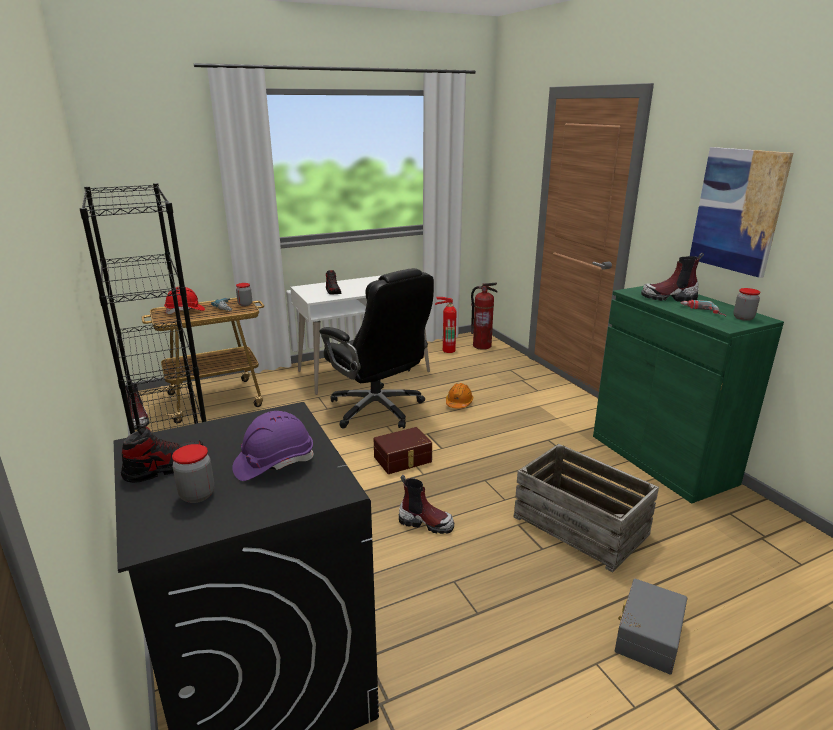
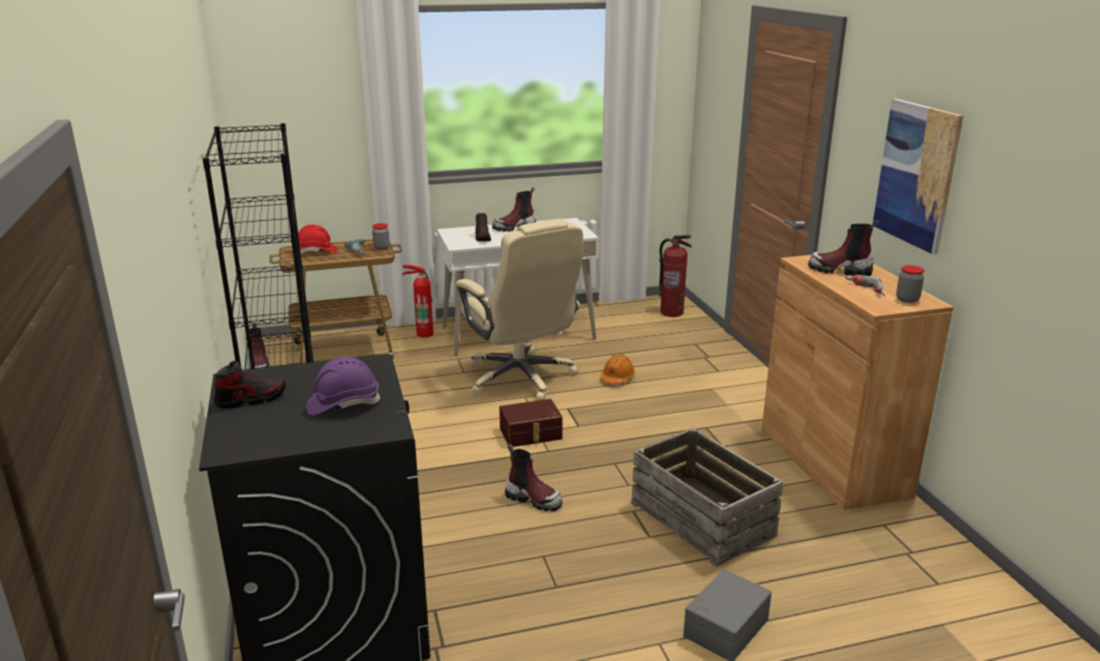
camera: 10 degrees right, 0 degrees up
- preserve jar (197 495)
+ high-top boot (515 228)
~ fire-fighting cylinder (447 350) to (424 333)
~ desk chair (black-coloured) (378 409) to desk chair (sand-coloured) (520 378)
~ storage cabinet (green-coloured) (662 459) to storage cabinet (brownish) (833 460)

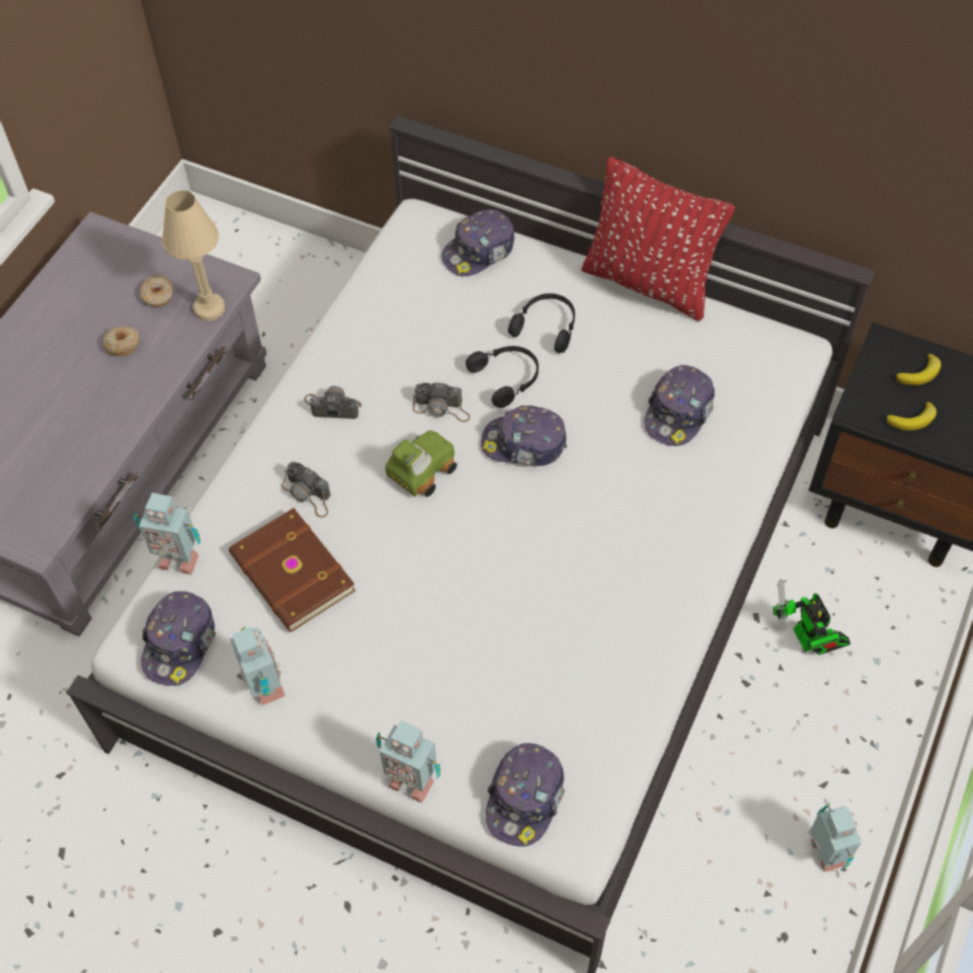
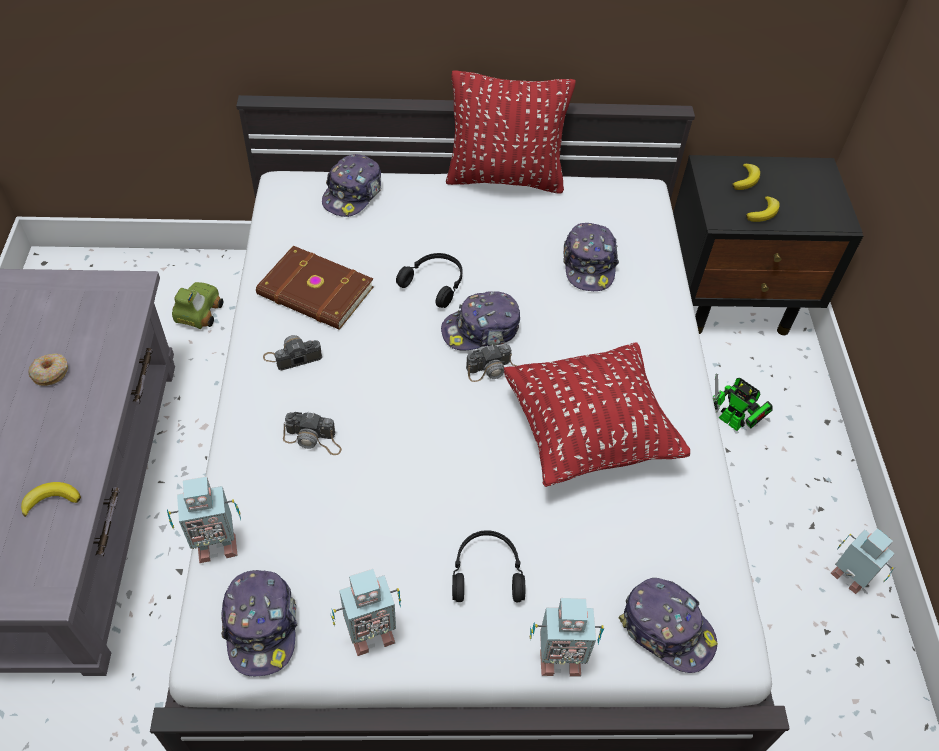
camera: 30 degrees left, 5 degrees down
- donut (158 296)
- lamp for a table (sand-coloured) (209 308)
+ banana (51 499)
+ cushion (reddish) (588 434)
~ book (brownish) (291 574) to (315 293)
~ toy car (420 470) to (198 312)
~ still camera (442 408) to (495 370)
~ pair of headphones (black-coloured) (547 326) to (487 572)
~ robot figure (264 688) = (369 635) 120 degrees clockwise
~ baseball cap (525 798) = (667 629) 45 degrees counterclockwise

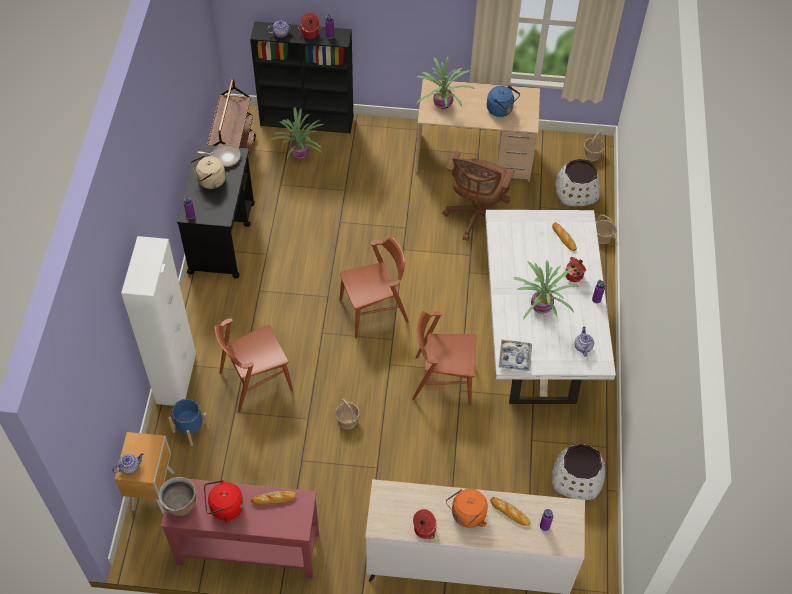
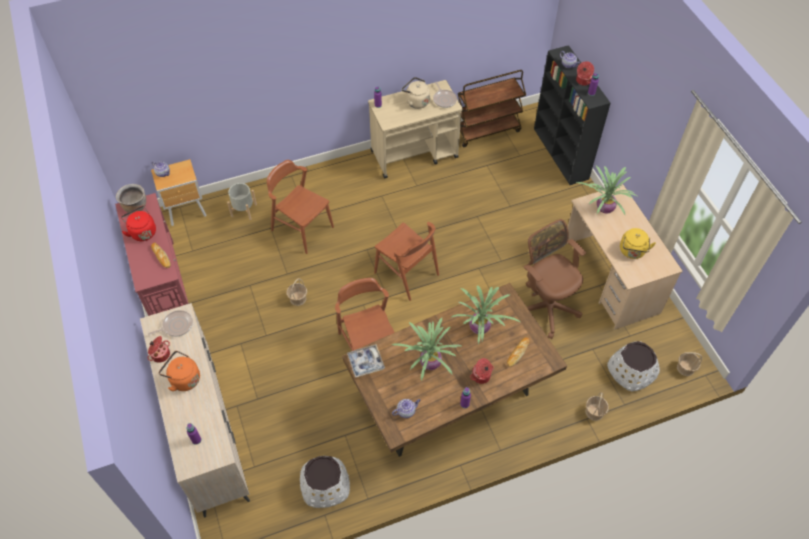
camera: 65 degrees right, 0 degrees up
- storage cabinet (whitish) (176 378)
- bread (510 512)
+ frying pan (176 325)
~ potted plant (300 154) to (480 328)
~ flower pot (blue) (191 429) to flower pot (grey) (244 210)
~ wheeled cart (black-coloured) (222 237) to wheeled cart (sand-coloured) (415 154)
~ dinner table (whitish) (536 337) to dinner table (brownish) (450 399)
~ kettle (blue) (501 110) to kettle (yellow) (632 252)
~ desk chair (brownish) (476 217) = (546 305) 60 degrees clockwise

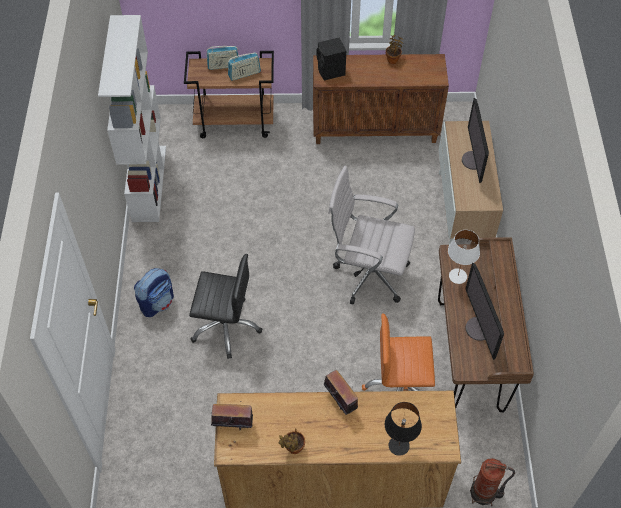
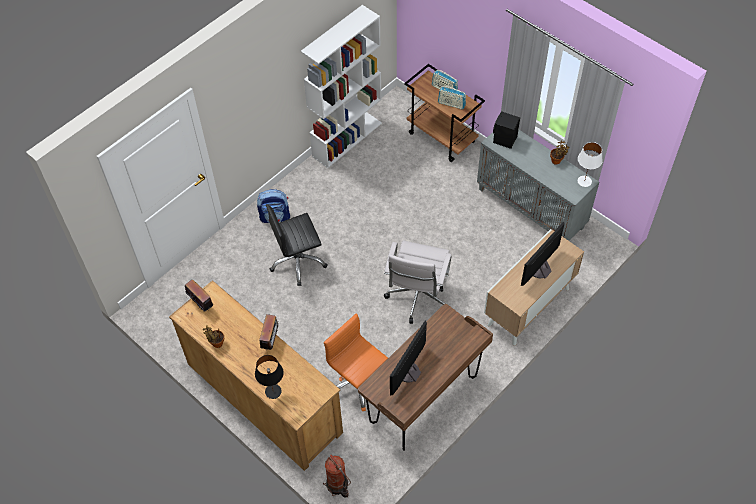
camera: 45 degrees right, 0 degrees up
~ lamp for a table (whitish) (457 276) to (584 181)
~ storage cabinet (brownish) (375 129) to storage cabinet (grey) (531 208)
~ desk chair (black-coloured) (226 326) = (298 261) 105 degrees clockwise
~ desk chair (whitish) (367 274) = (417 298) 135 degrees counterclockwise

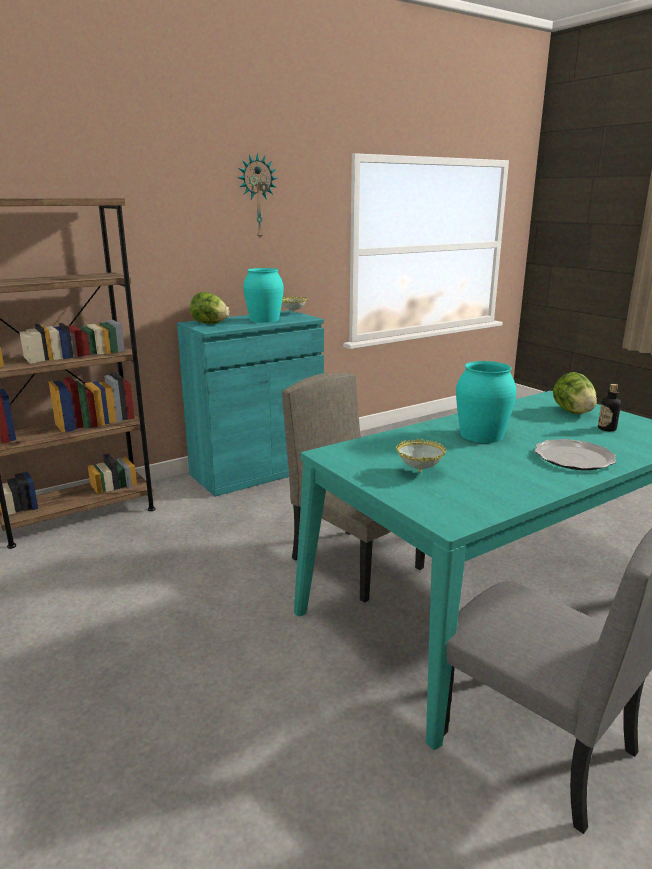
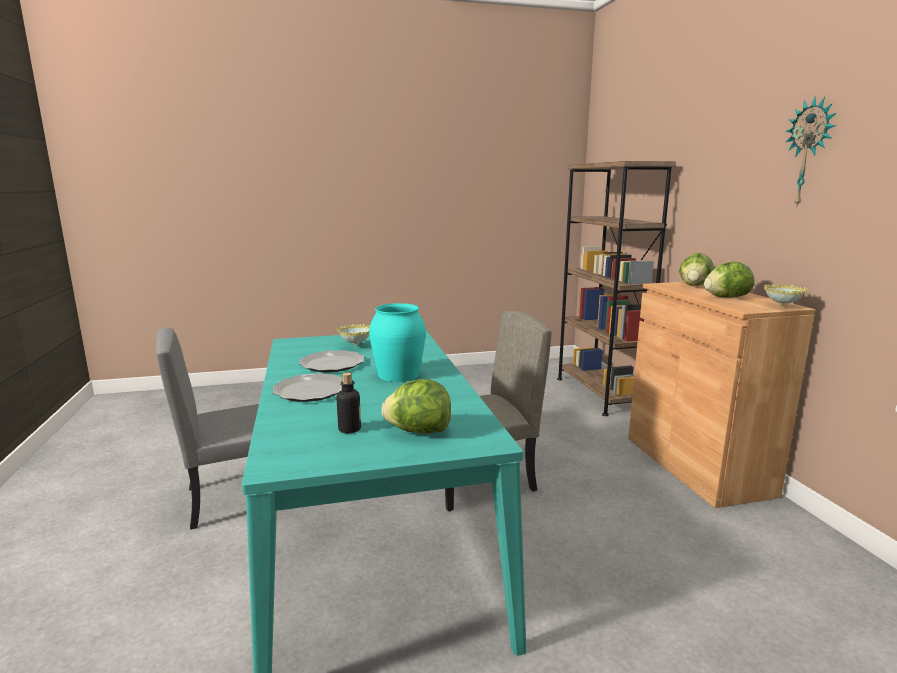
camera: 110 degrees right, 5 degrees down
+ dinner plate (332 364)
~ vase (turquoise) (264 319) to lettuce head (726 297)
~ storage cabinet (turquoise) (257 470) to storage cabinet (brownish) (696 465)

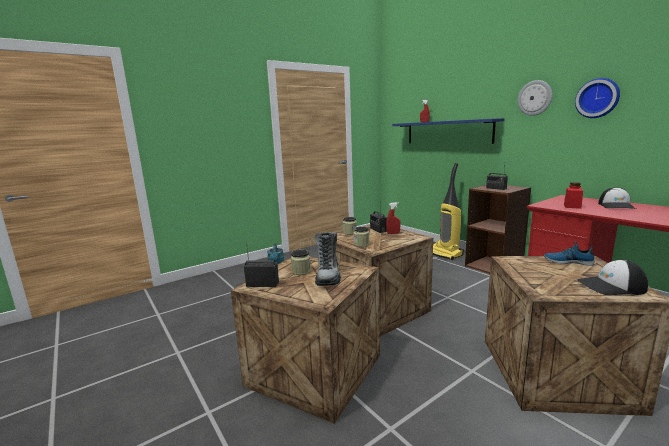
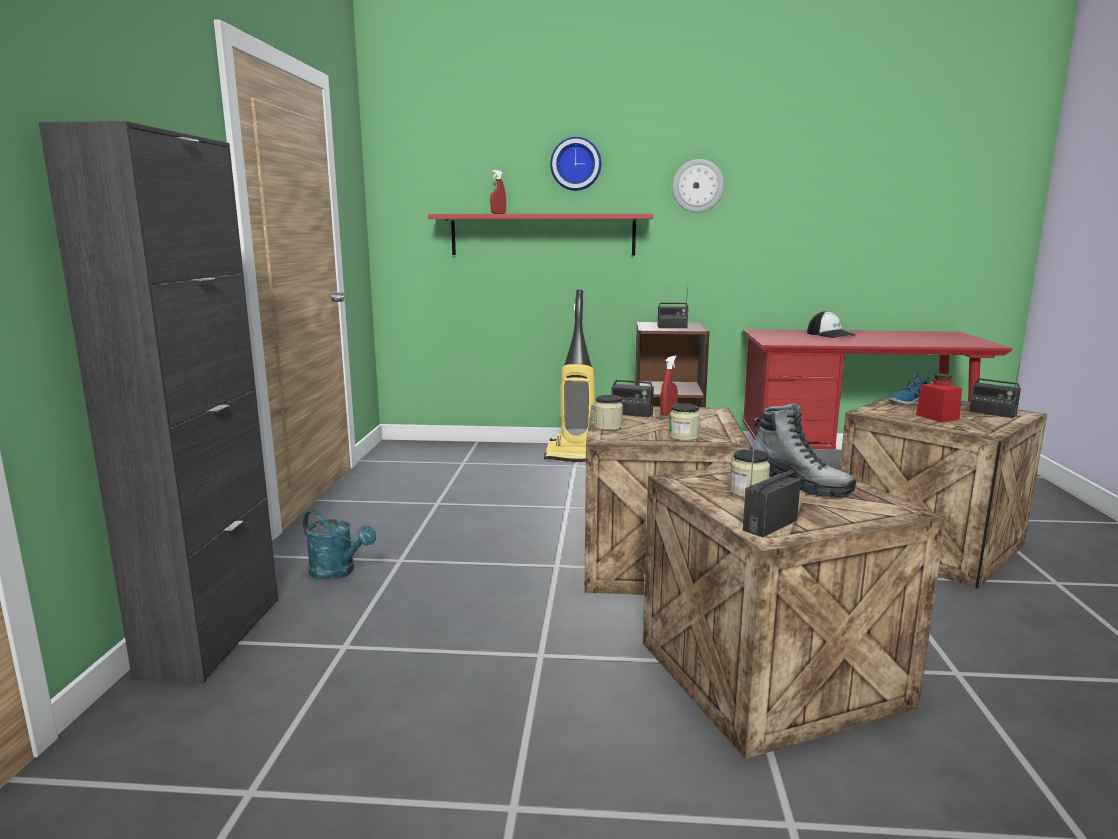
camera: 50 degrees left, 0 degrees up
+ storage cabinet (black-coloured) (212 636)
~ preserve jar (reddish) (572 206) to (937 417)
~ clock on the wall (598 98) to (576 164)
~ baseball cap (611 286) to radio receiver (992 413)
~ bracket shelf (blue) (447 132) to bracket shelf (reddish) (542 234)

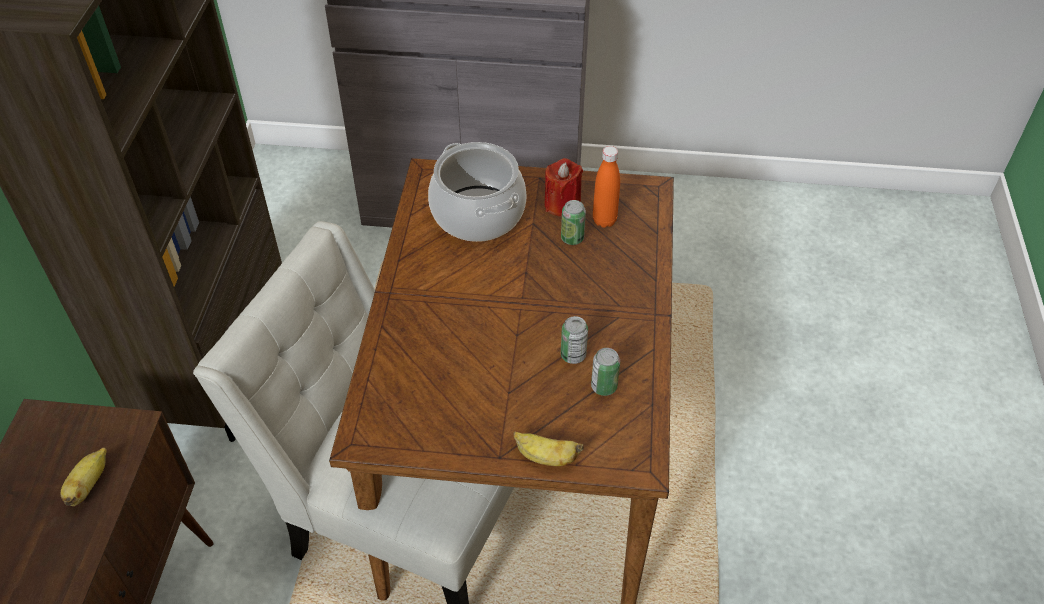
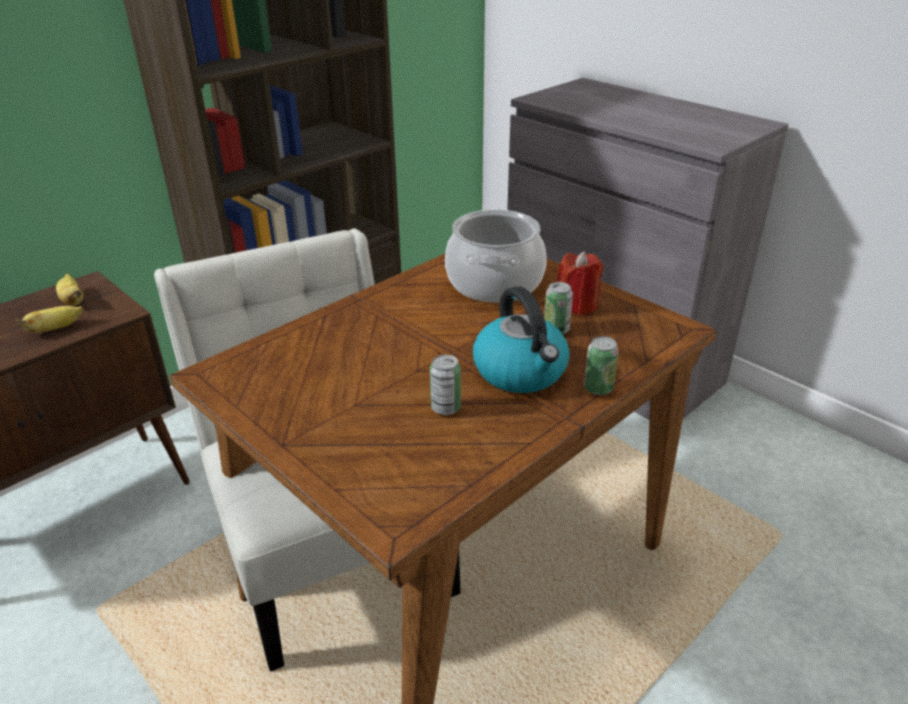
camera: 40 degrees right, 15 degrees down
- beverage bottle (orange) (604 220)
+ kettle (521 372)
~ banana (545 457) to (73 301)
~ metal can (604 386) to (598 388)

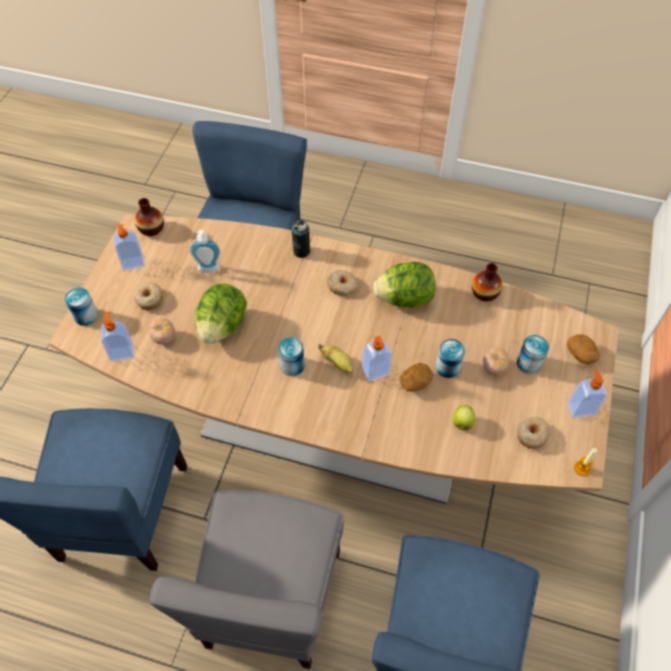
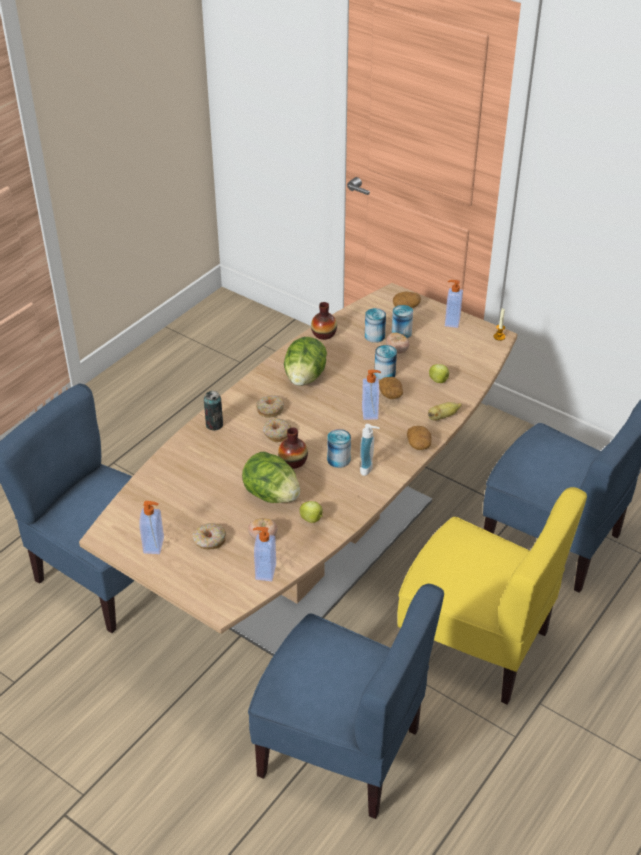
camera: 70 degrees left, 15 degrees down
+ apple fruit (312 519)
+ potato (419 444)
~ metal can (86 315) to (374 336)
~ vase (151 228) to (293 461)
~ soap bottle (209 270) to (369 468)
~ banana (338 363) to (442 417)
~ donut (531 435) to (277 434)
~ chair (grey) (271 598) to chair (yellow) (475 644)

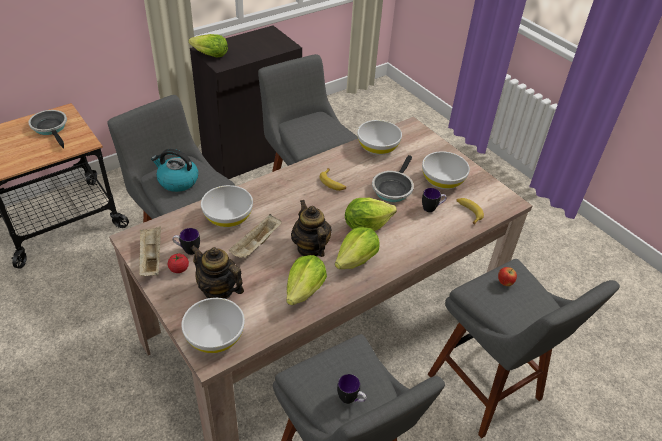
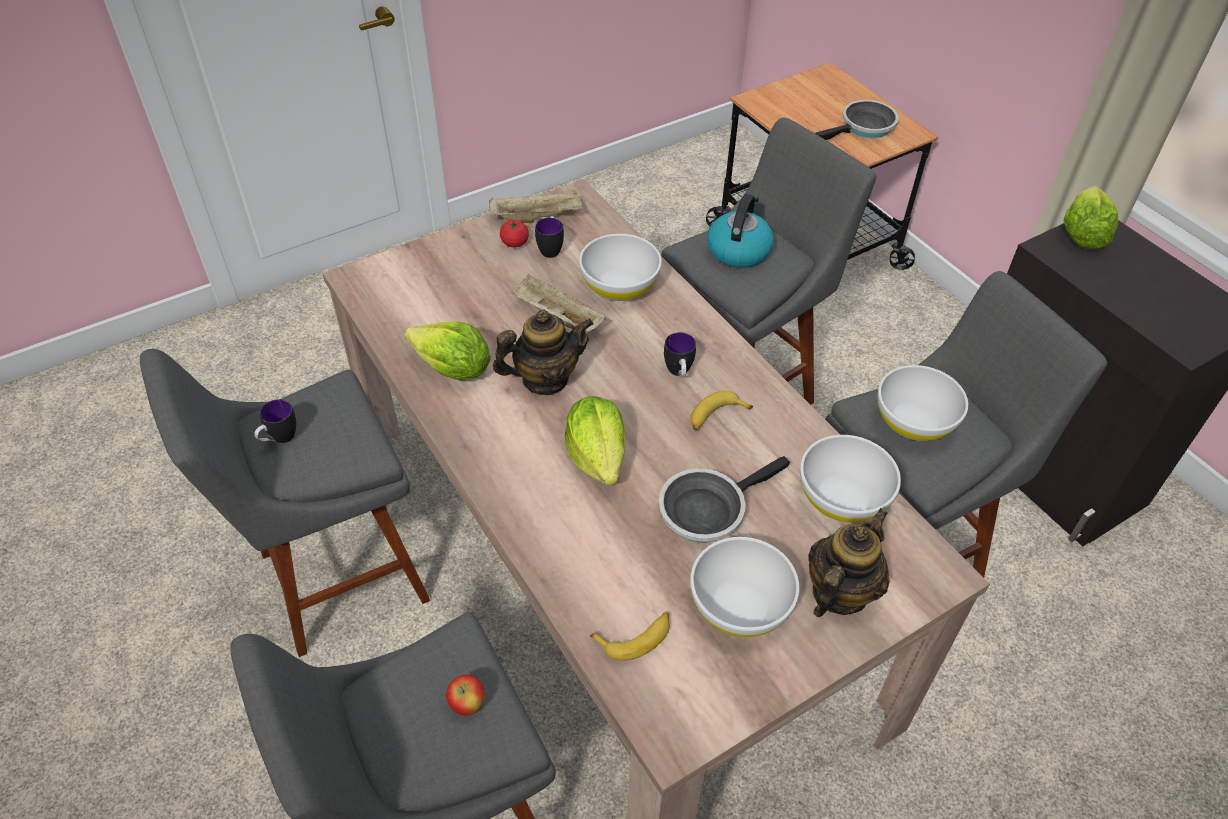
camera: 95 degrees right, 5 degrees up
- lettuce head (356 260)
~ bowl (whitish) (215 337) to (914 421)
~ pot for tea (218 290) to (839 592)
~ mug (432 208) to (679 373)
~ frying pan (392 188) = (707 509) 60 degrees counterclockwise

